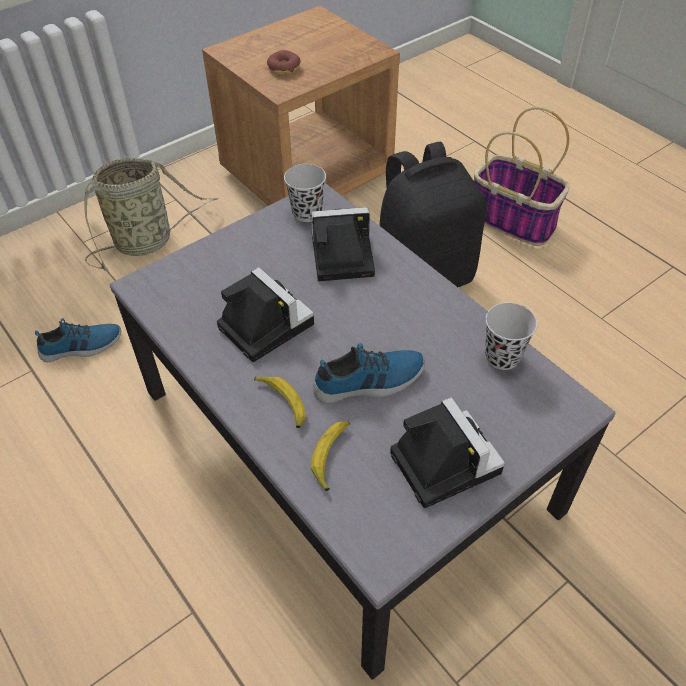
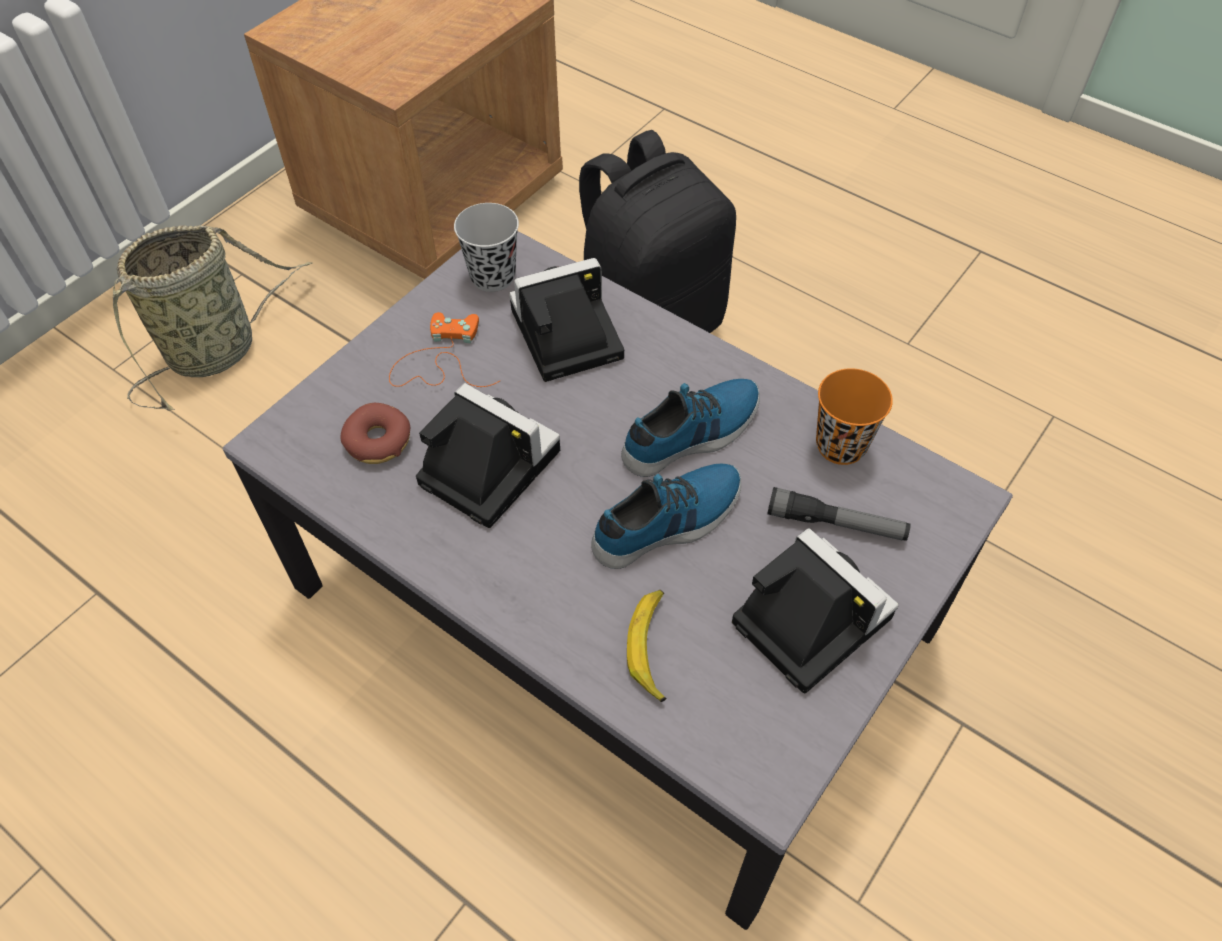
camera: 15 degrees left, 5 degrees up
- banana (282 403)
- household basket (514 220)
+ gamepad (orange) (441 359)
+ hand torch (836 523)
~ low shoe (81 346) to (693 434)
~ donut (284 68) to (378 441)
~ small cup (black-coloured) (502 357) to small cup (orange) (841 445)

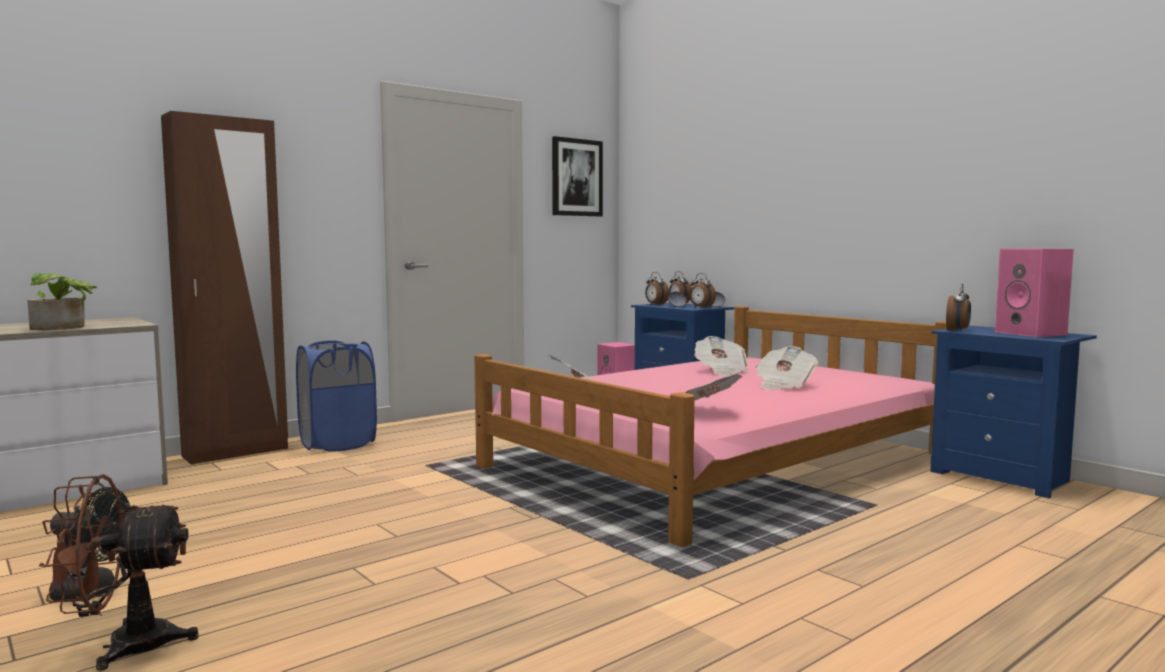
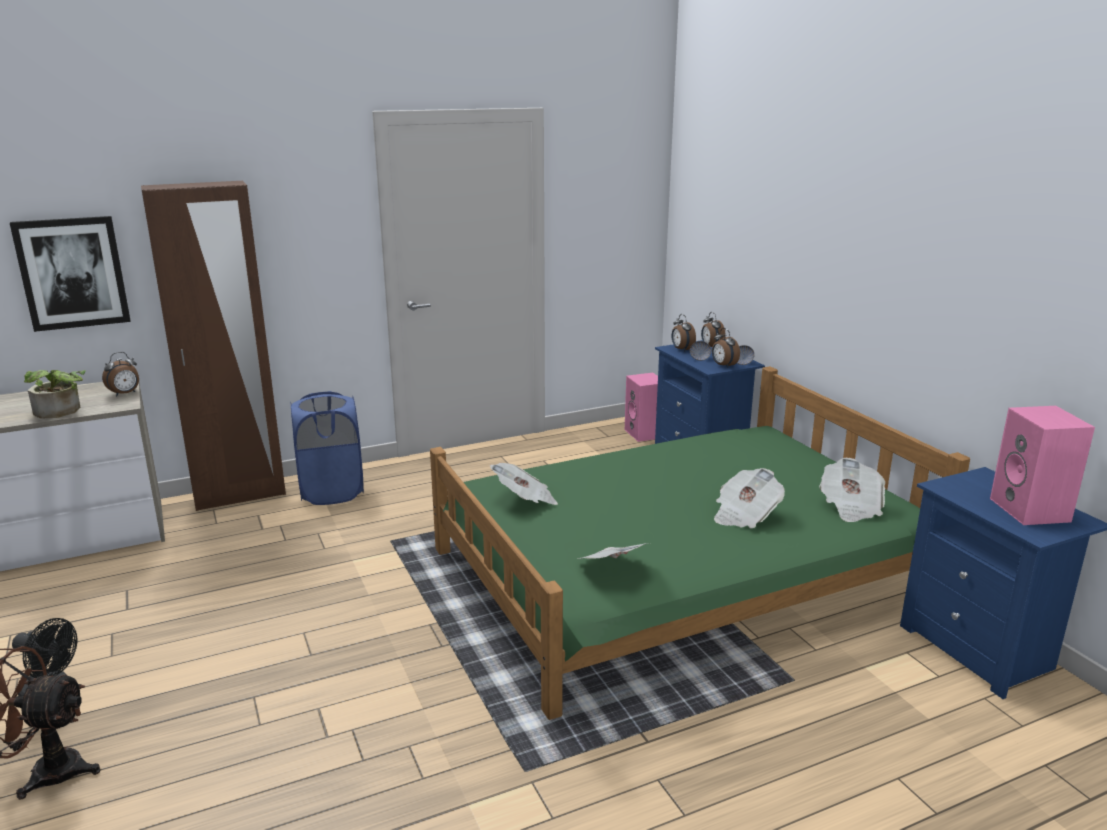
camera: 15 degrees right, 15 degrees up
~ wall art (576 177) to (72 273)
~ newspaper (720 371) to (850 507)
~ bedside clock (958 331) to (125 394)
~ sleeping bed (pink) (717 461) to sleeping bed (green-coloured) (677 572)

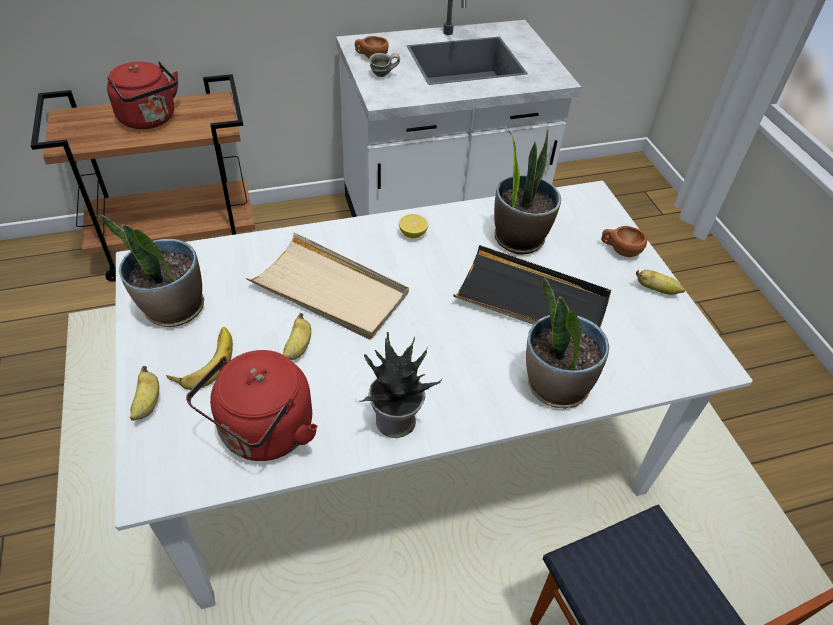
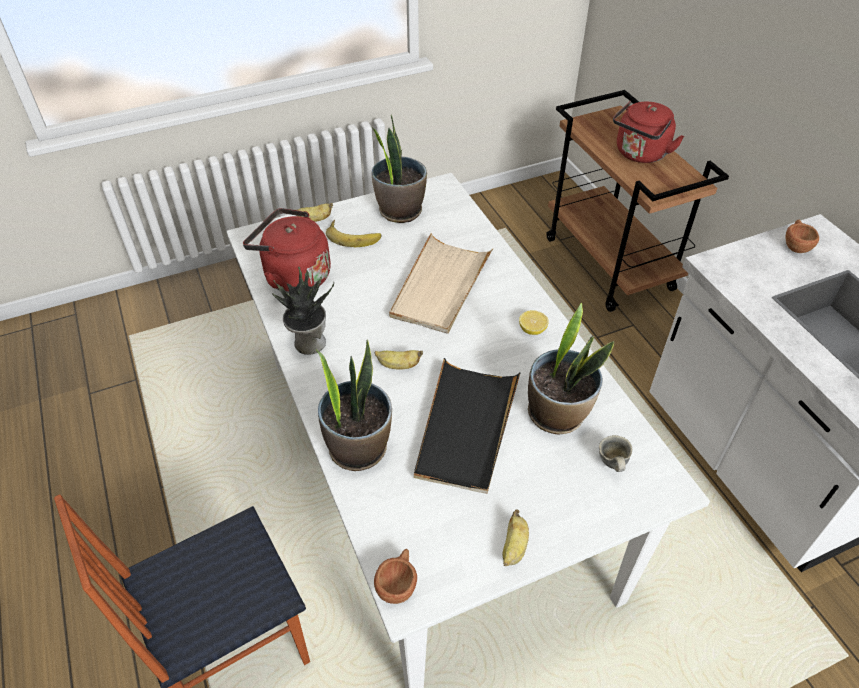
camera: 85 degrees right, 0 degrees up
~ banana (298 348) to (398 366)
~ mug (grey) (383 76) to (610 464)
~ small cup (brownish) (619 250) to (398 583)

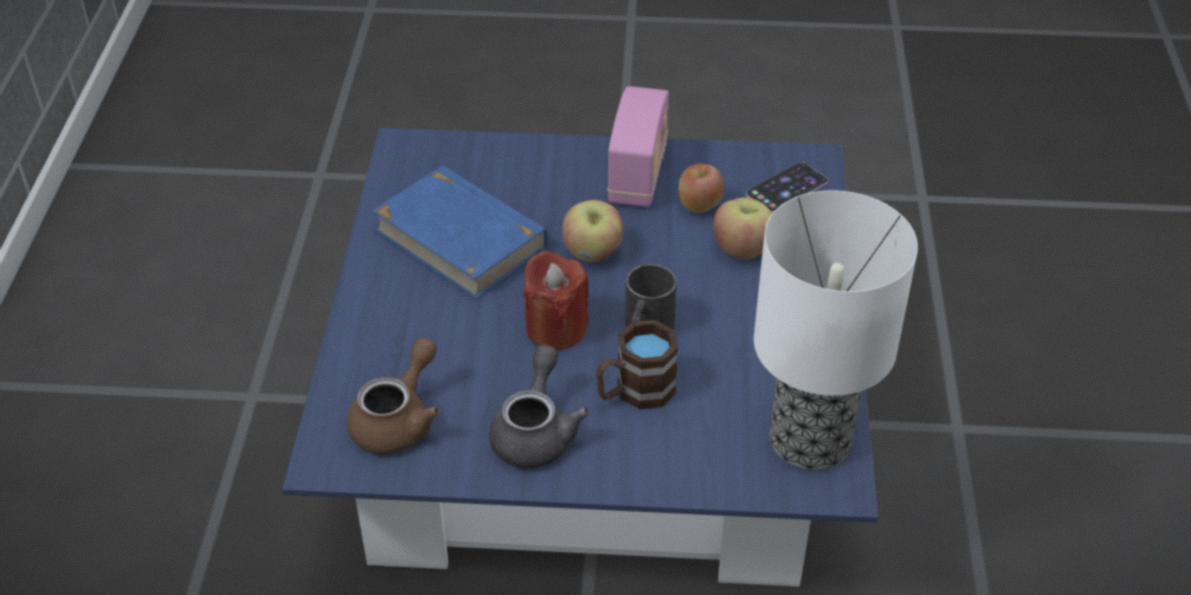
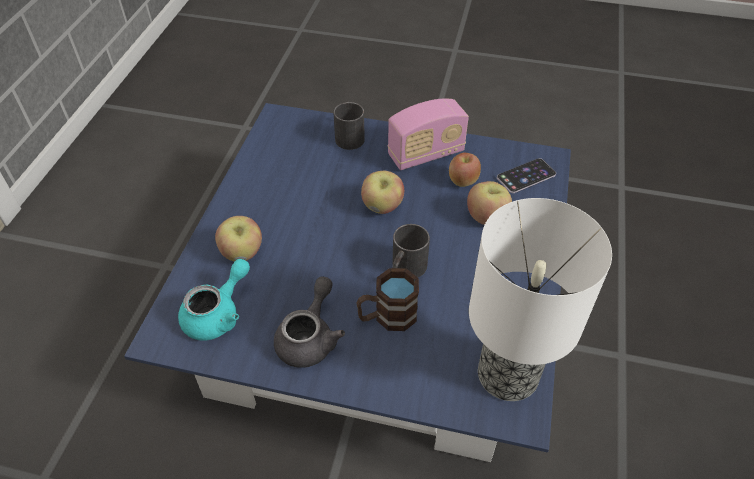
camera: 10 degrees right, 5 degrees up
- book (blue) (460 238)
- wax candle (reddish) (556 328)
+ apple fruit (242 253)
+ mug (black-coloured) (349 135)
~ pot for tea (brownish) (399 420) to pot for tea (turquoise) (218 314)
~ radio receiver (638 175) = (426 154) 45 degrees clockwise

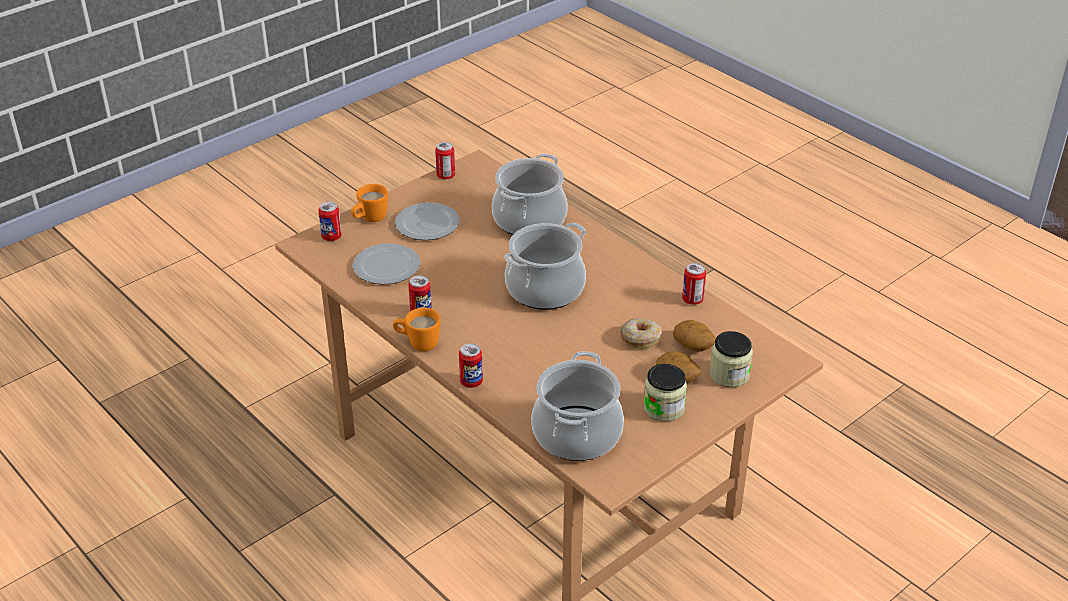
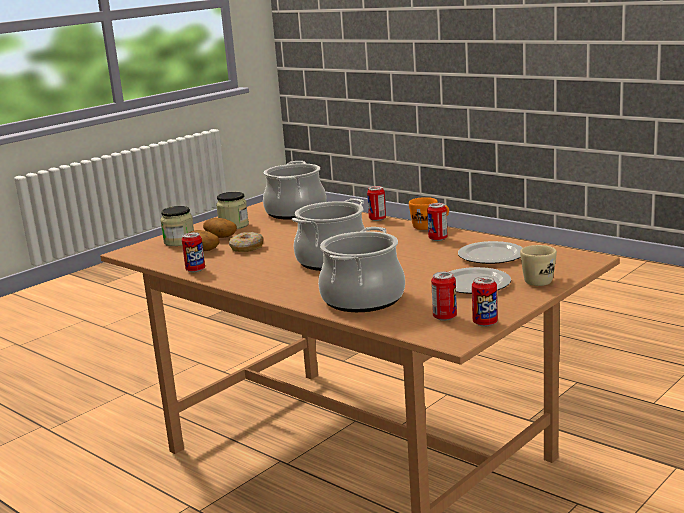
camera: 175 degrees right, 20 degrees down
~ metal can (331 237) to (444 317)
~ mug (orange) (369 219) to mug (sand-coloured) (541 280)

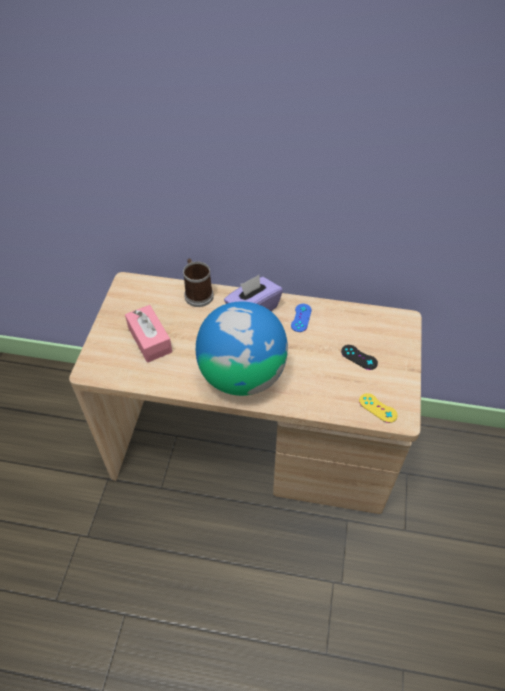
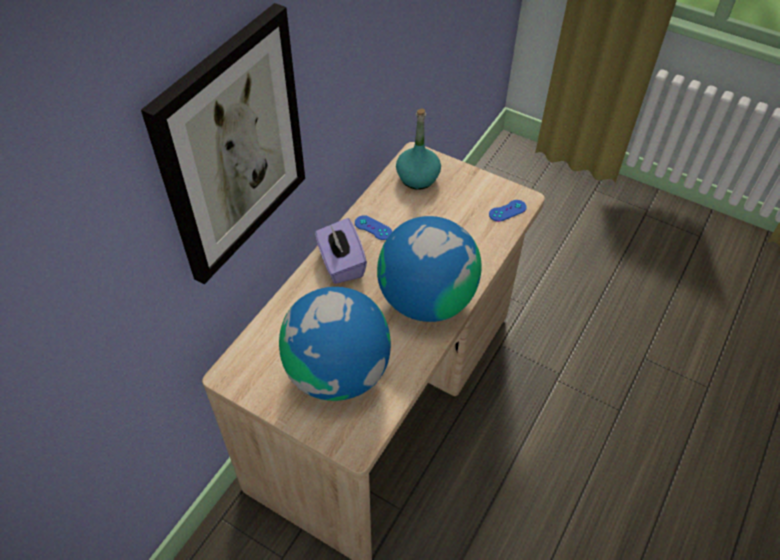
camera: 70 degrees left, 0 degrees up
- mug (197 293)
- gamepad (black-coloured) (359 357)
+ wall art (232 148)
+ beverage bottle (turquoise) (417 178)
~ box of tissues (pink) (150 340) to desk globe (337 372)
~ gamepad (yellow) (378 408) to gamepad (blue) (507 211)

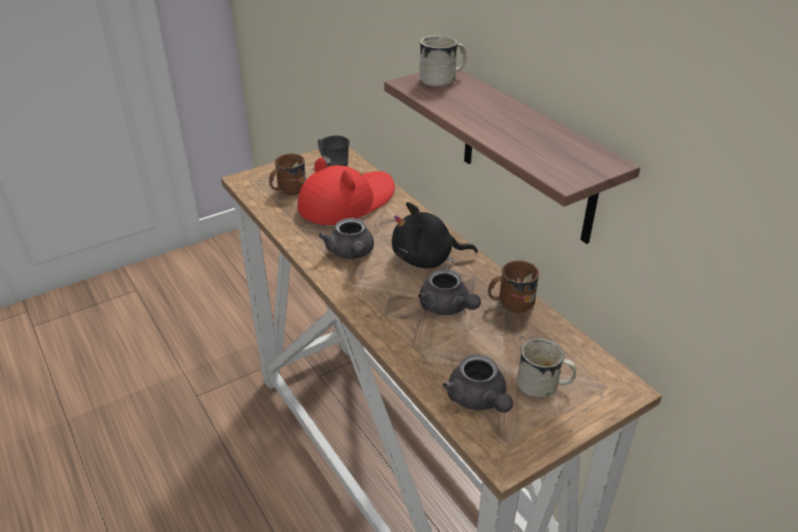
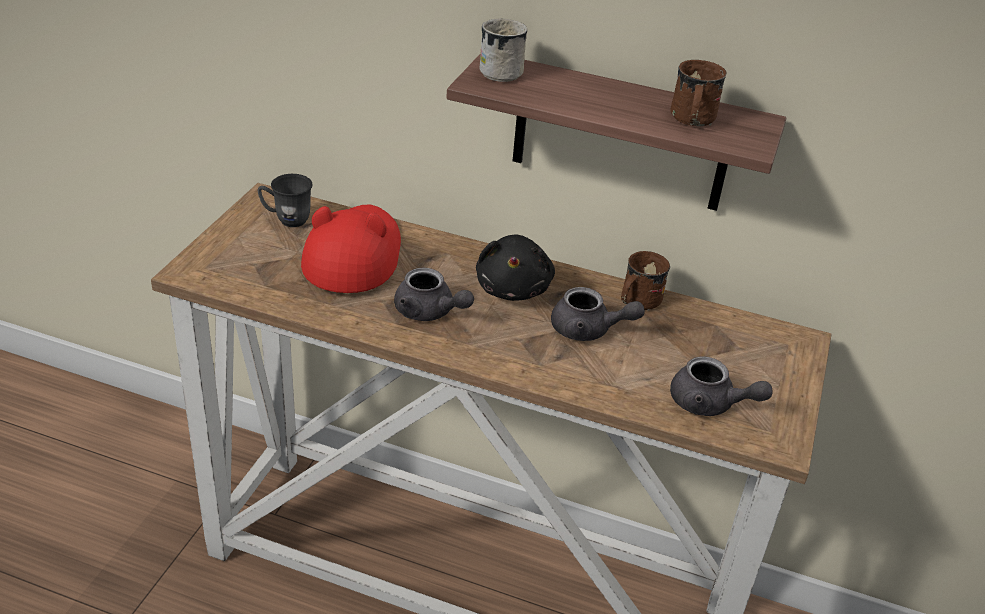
camera: 40 degrees left, 0 degrees up
- mug (whitish) (544 386)
~ mug (brownish) (287 190) to (691 121)
~ plush toy (black-coloured) (427 259) = (513 288) 45 degrees counterclockwise

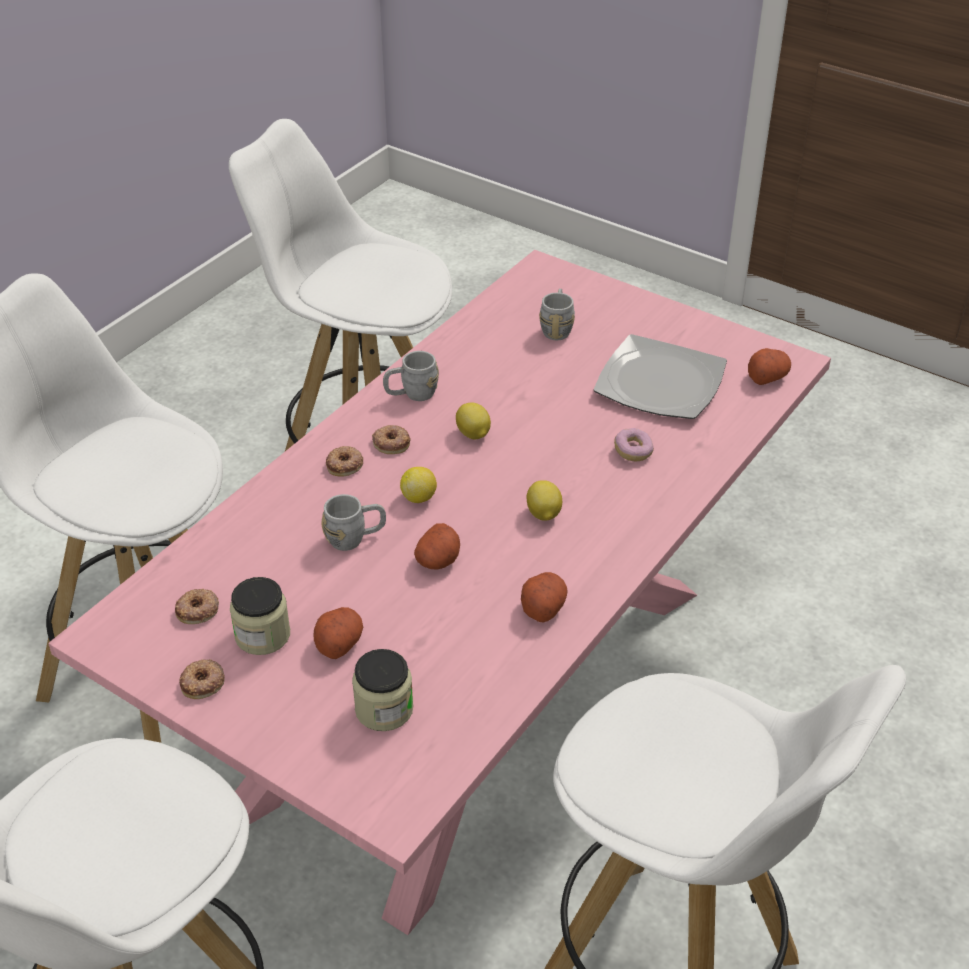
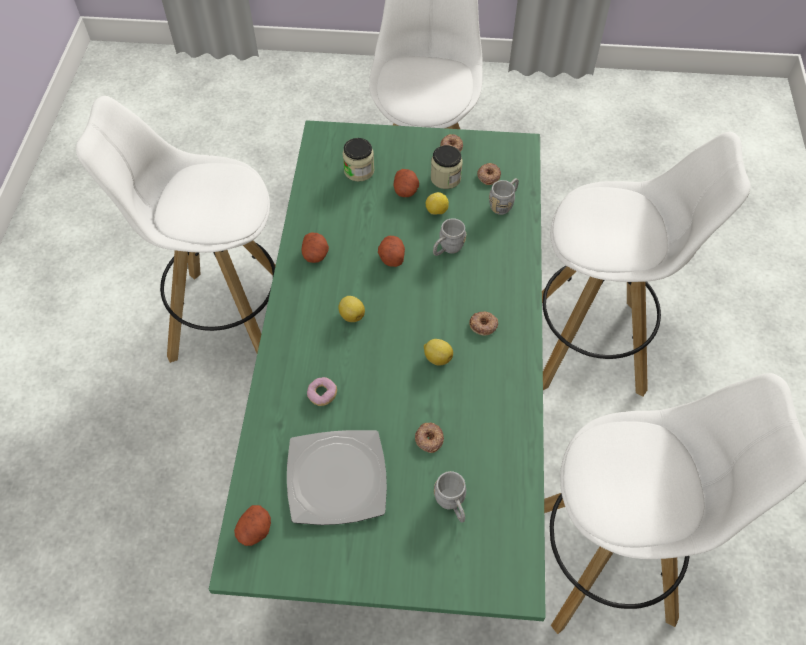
camera: 150 degrees right, 15 degrees up
~ donut (345 464) to (429 439)
~ mug (grey) (411 394) to (504 204)
~ whole lemon (419 497) to (436 211)
~ dinner table (pink) (481 694) to dinner table (green-coloured) (405 425)

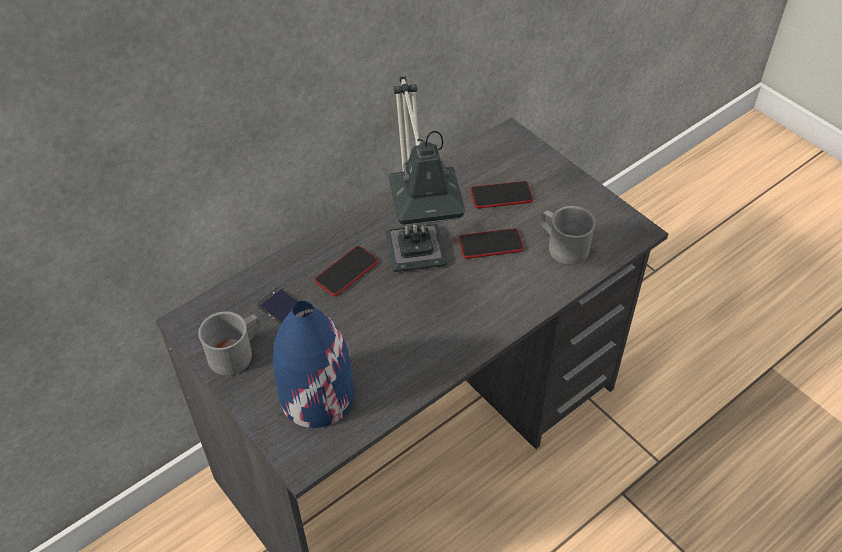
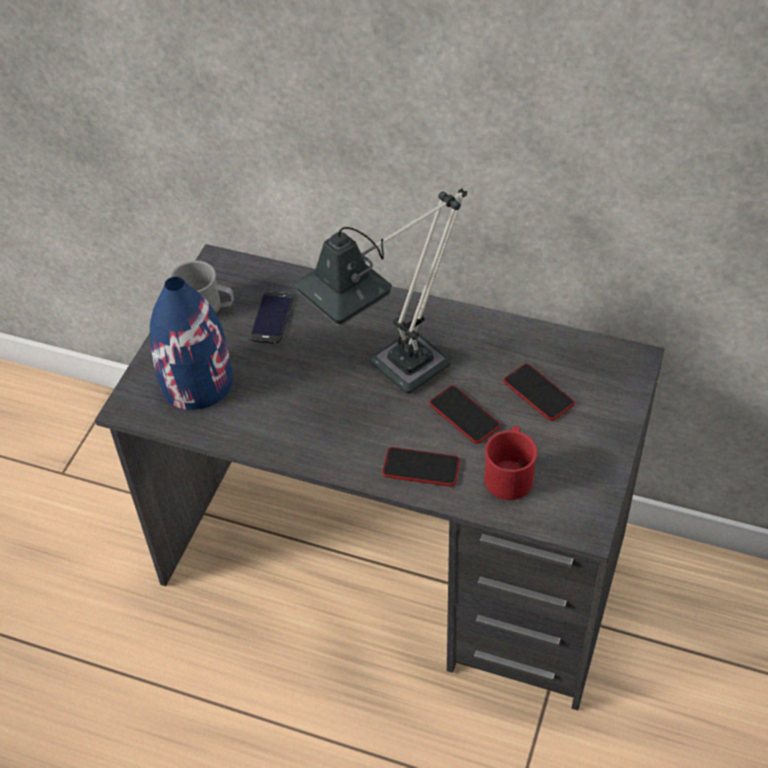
camera: 60 degrees right, 0 degrees up
~ telephone (346 271) to (421 468)
~ mug (grey) (562 246) to mug (reddish) (510 473)

